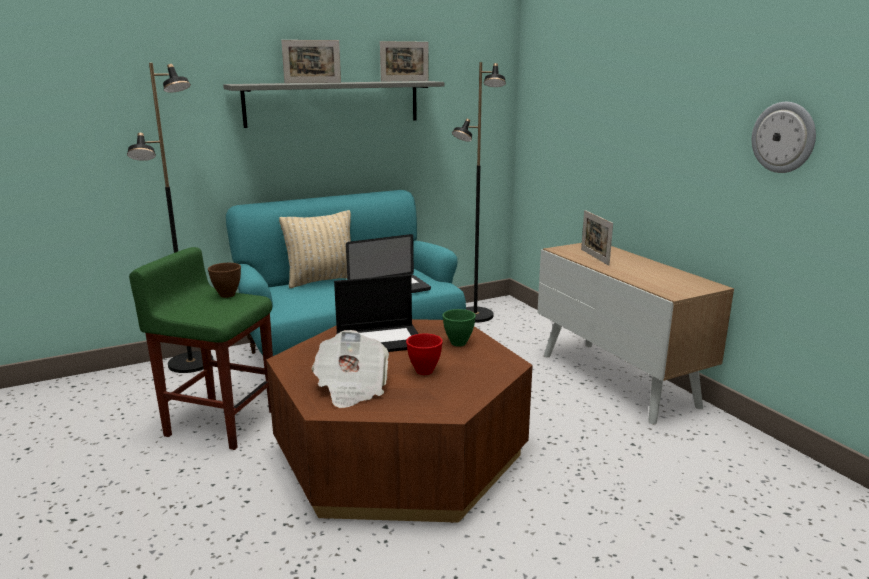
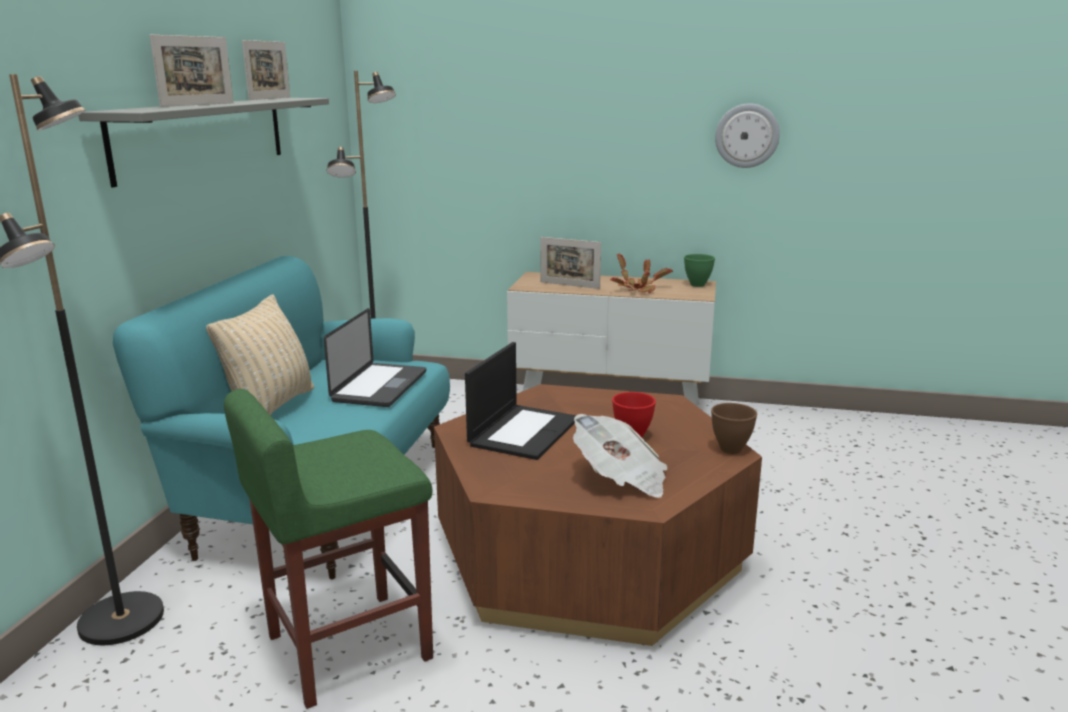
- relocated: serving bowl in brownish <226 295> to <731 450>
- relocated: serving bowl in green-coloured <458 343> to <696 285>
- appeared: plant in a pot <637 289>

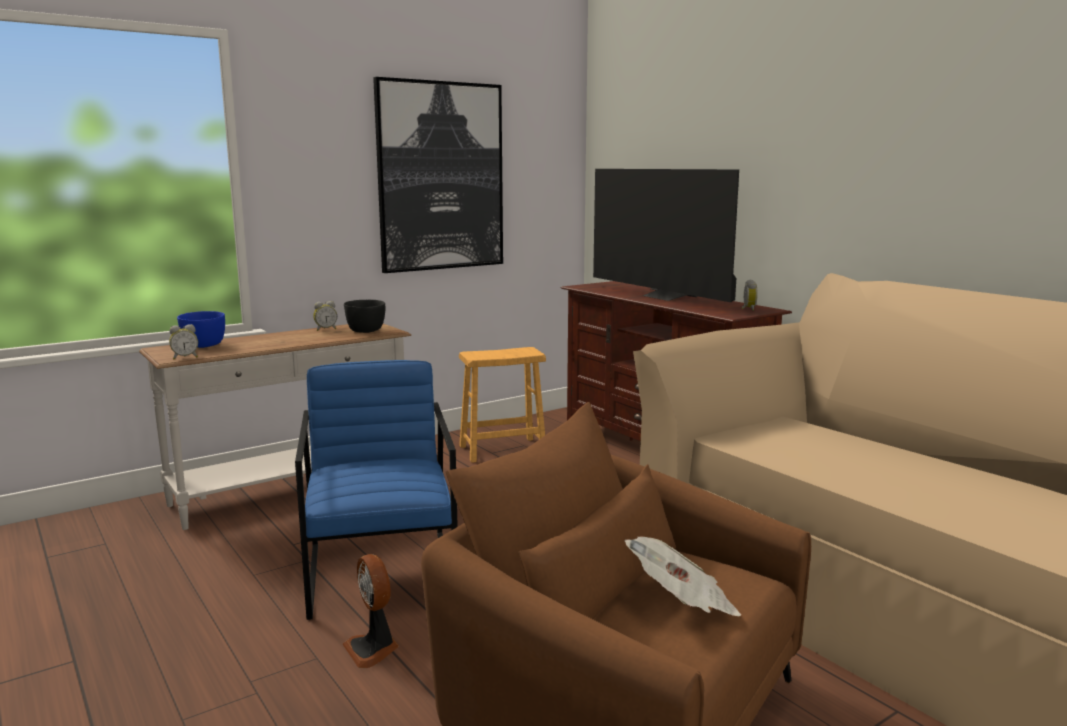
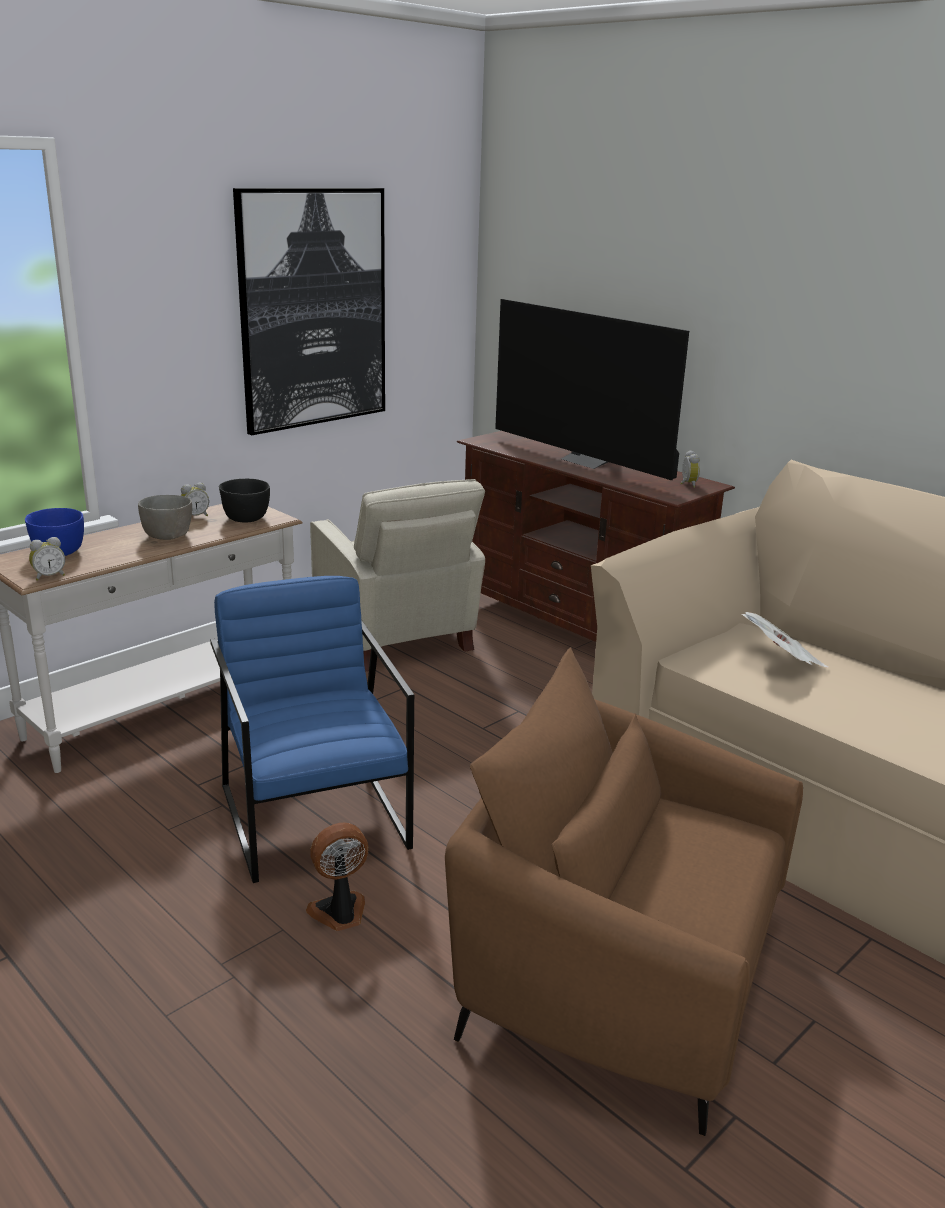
- exchanged: stool seat in brownish <502 450> to armchair in beige-coloured <396 638>
- relocated: printed paper <682 604> to <781 661>
- spun: cooling fan <373 649> = <340 913> 105 degrees clockwise
- appeared: serving bowl in greyish <168 536>

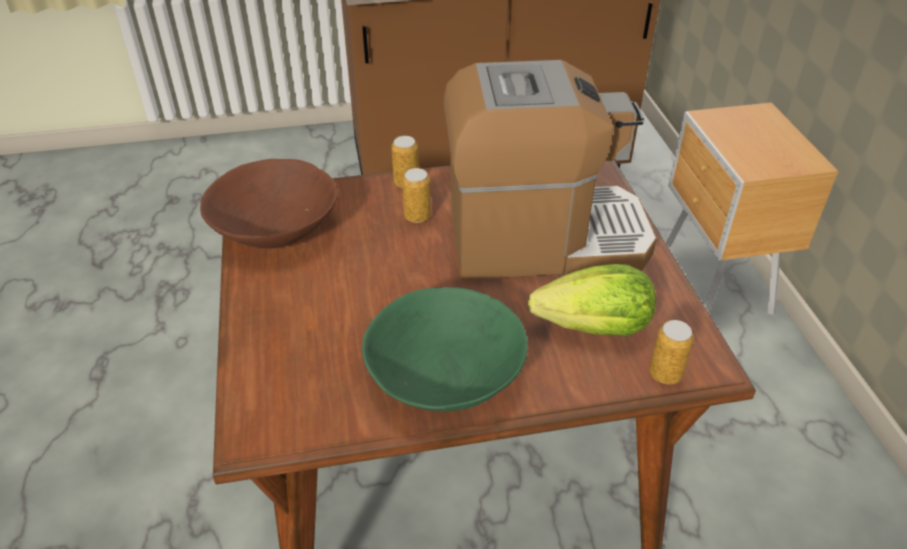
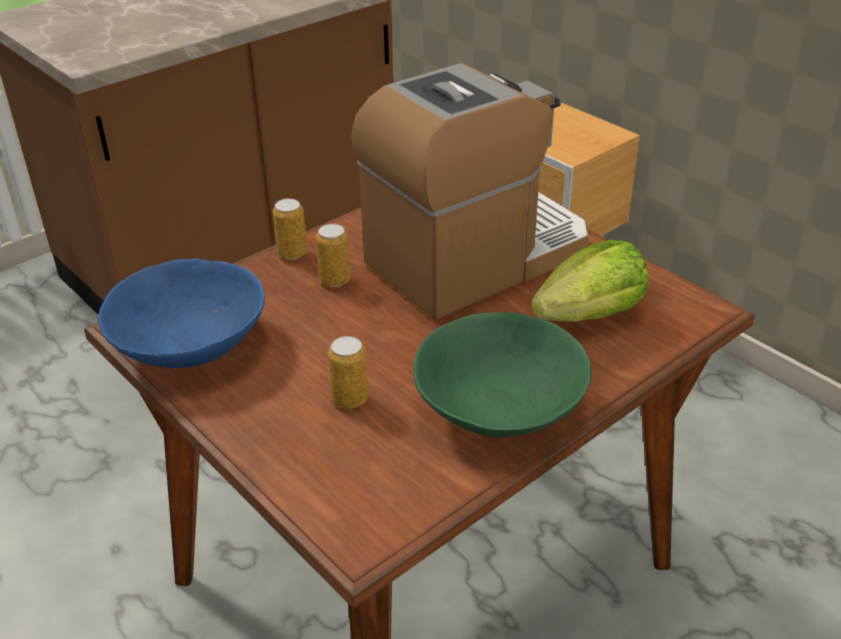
- colour: serving bowl in brownish <276 229> to serving bowl in bluish <190 344>
- relocated: metal can <665 374> to <350 399>

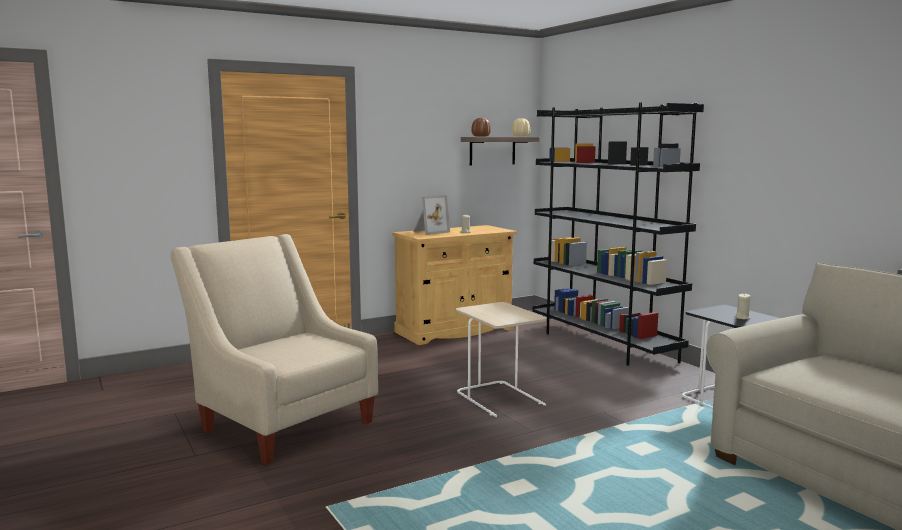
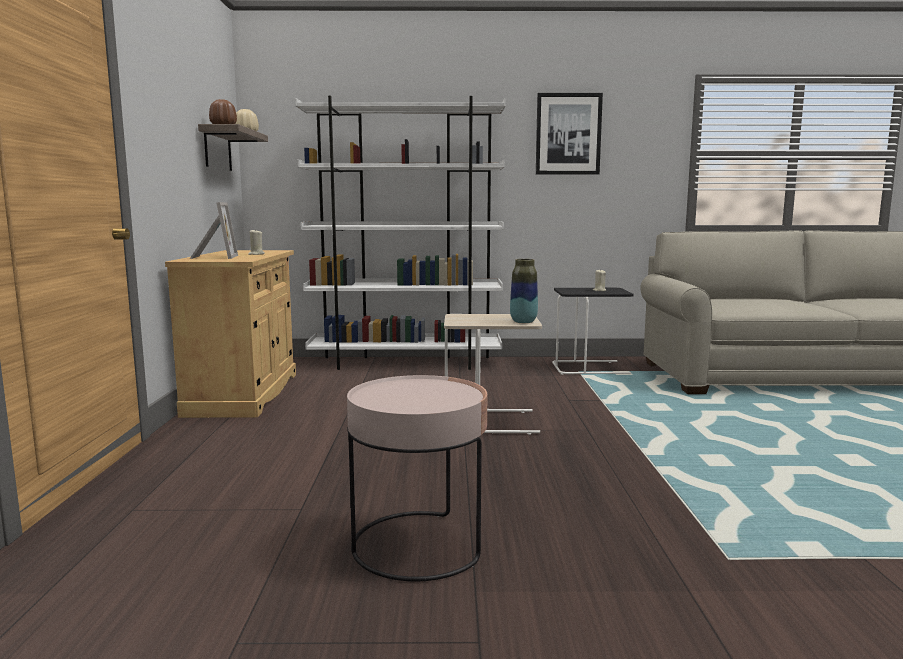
- colour: shelving unit in black-coloured <603 345> to shelving unit in white <406 363>
- exchanged: armchair in beige-coloured <281 422> to side table in pink-coloured <418 545>
- appeared: wall picture <568 134>
- appeared: vase <523 322>

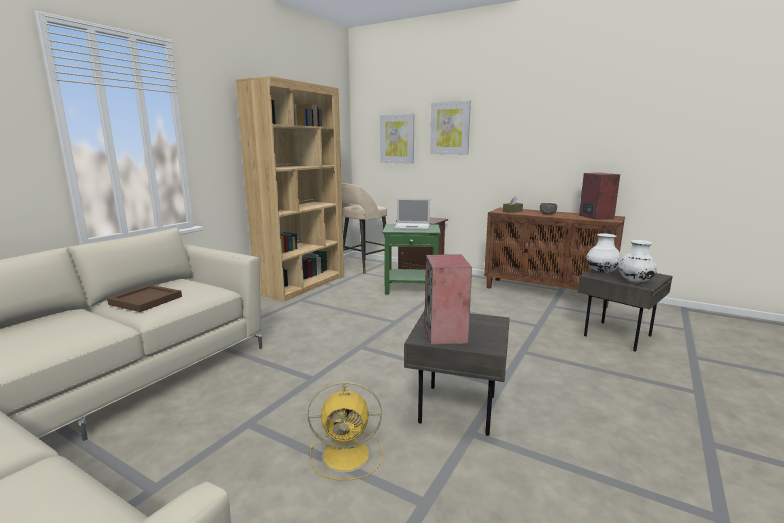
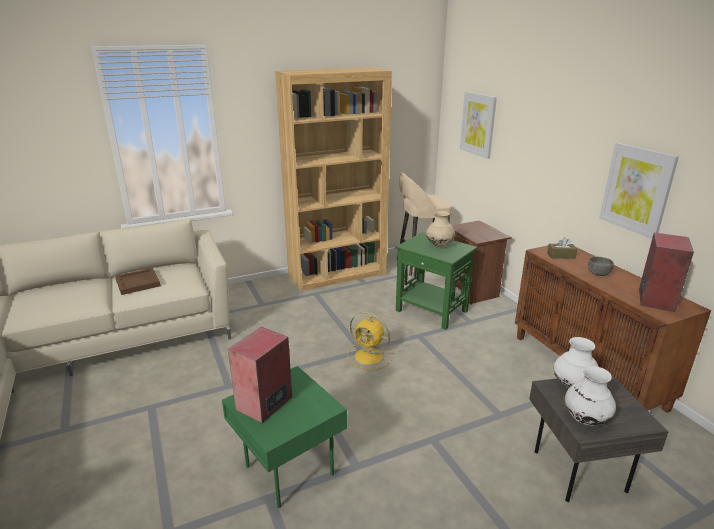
- relocated: wall picture <450 128> to <637 189>
- exchanged: laptop <413 227> to vase in beige-coloured <439 245>
- colour: side table in greyish <455 410> to side table in green-coloured <286 470>
- relocated: cooling fan in yellow-coloured <348 454> to <370 357>

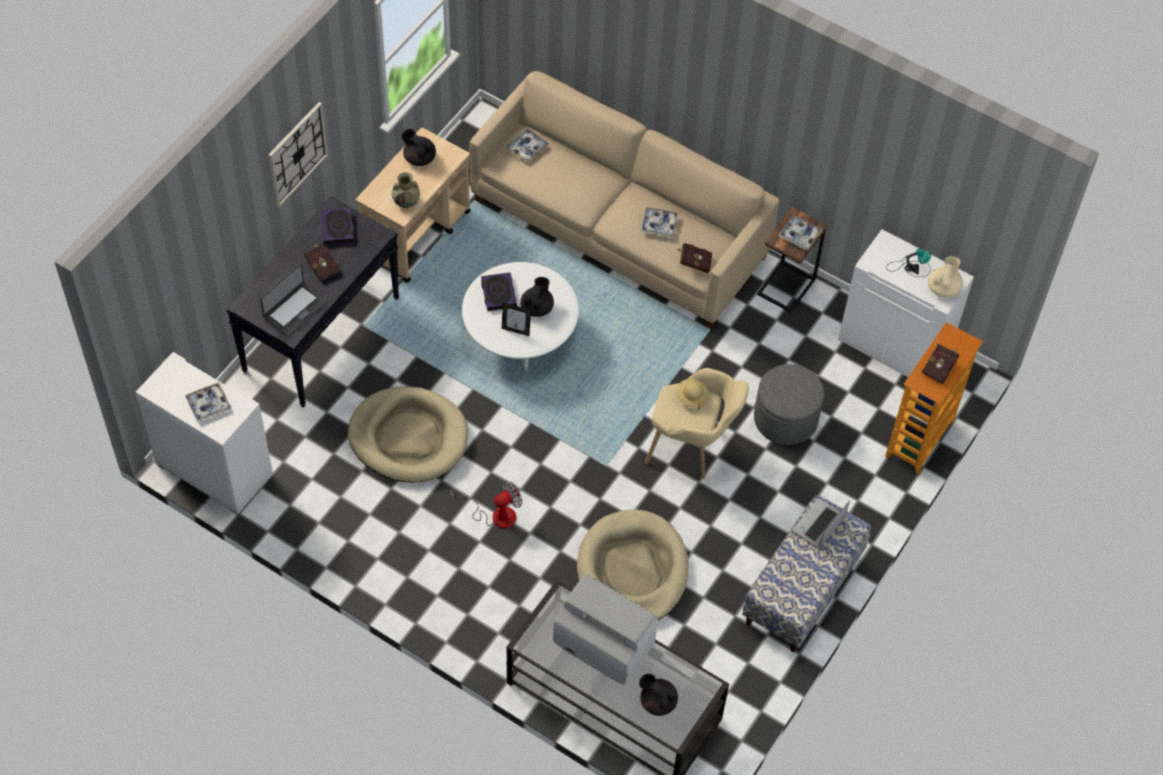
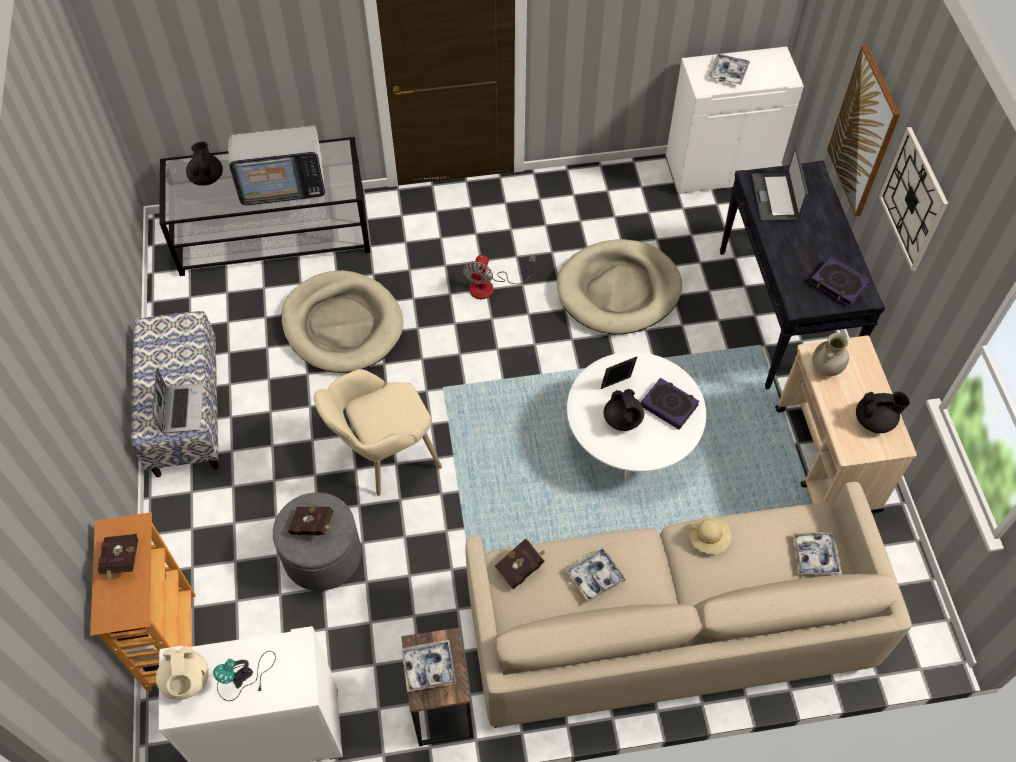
- relocated: bound book in reddish <322 266> to <314 527>
- relocated: wearable hat in beige-coloured <691 397> to <709 539>
- spun: teapot in black-coloured <657 702> = <207 177> 90 degrees counterclockwise
- appeared: wall picture <863 133>

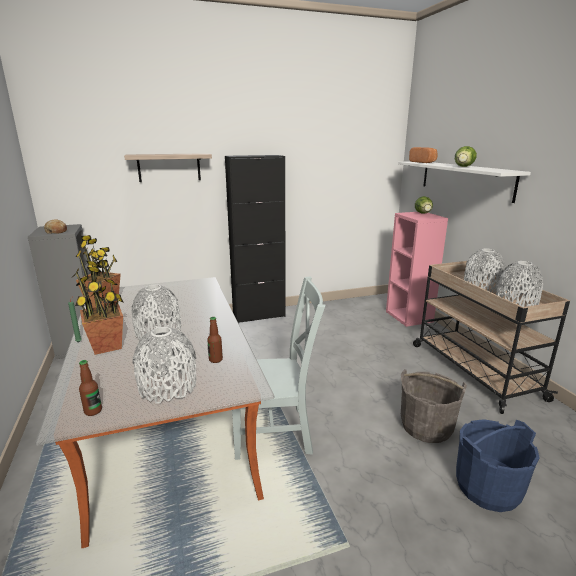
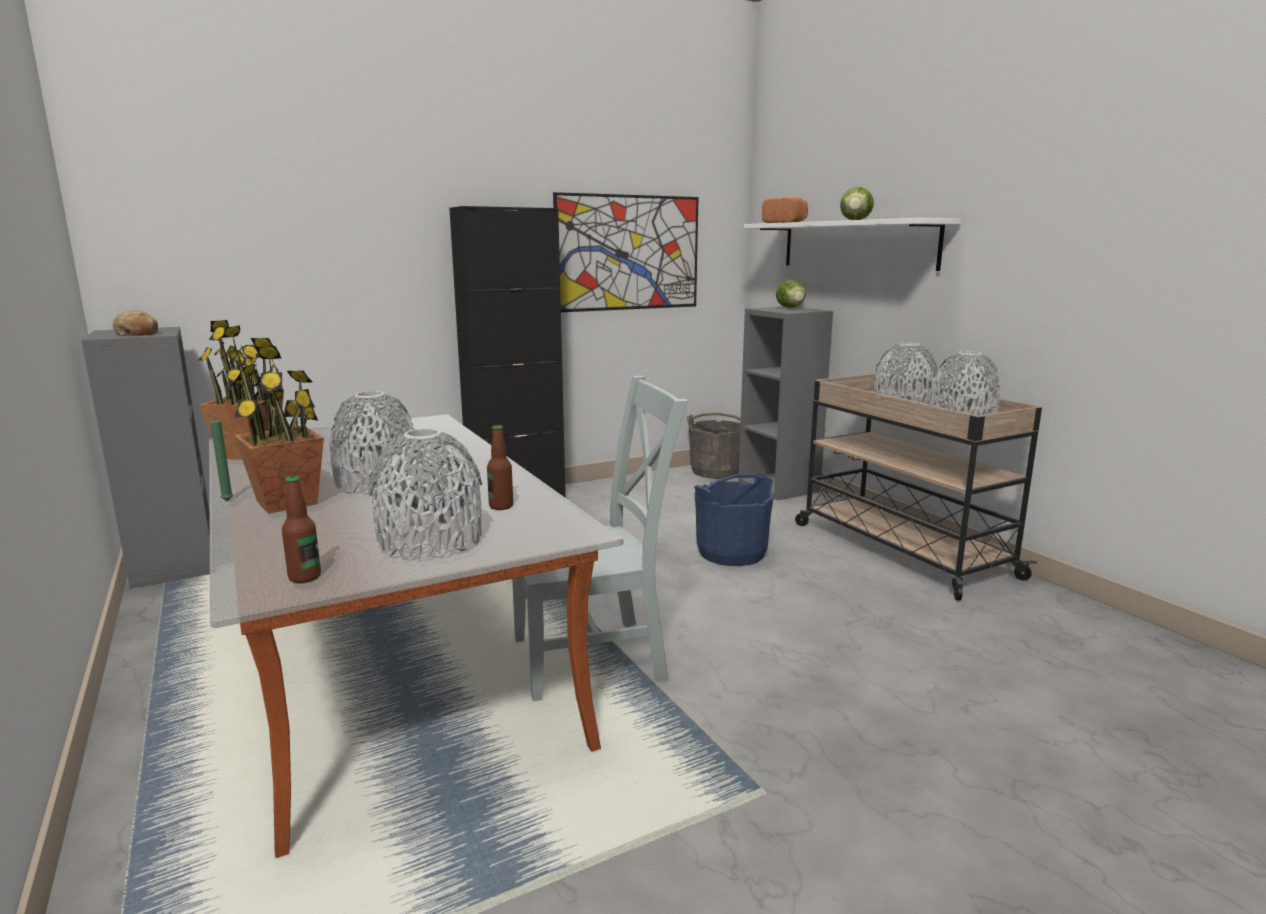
- missing: bracket shelf <169 167>
- colour: shelving unit in pink-coloured <409 317> to shelving unit in greyish <779 487>
- relocated: water bucket in greyish <426 426> to <716 471>
- relocated: water bucket in bluish <487 487> to <731 553>
- appeared: wall picture <628 253>

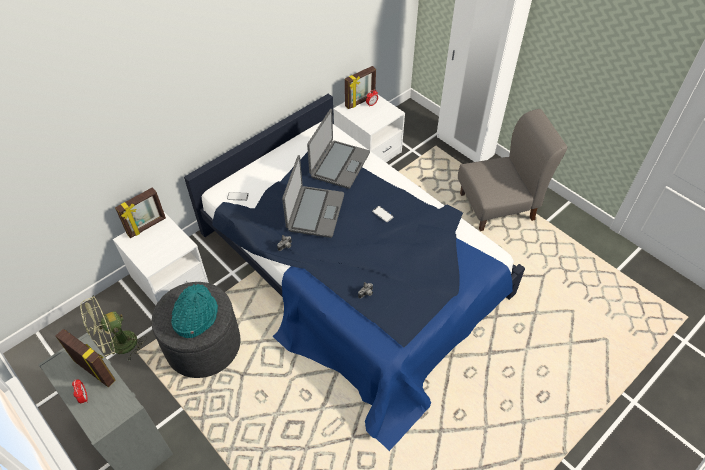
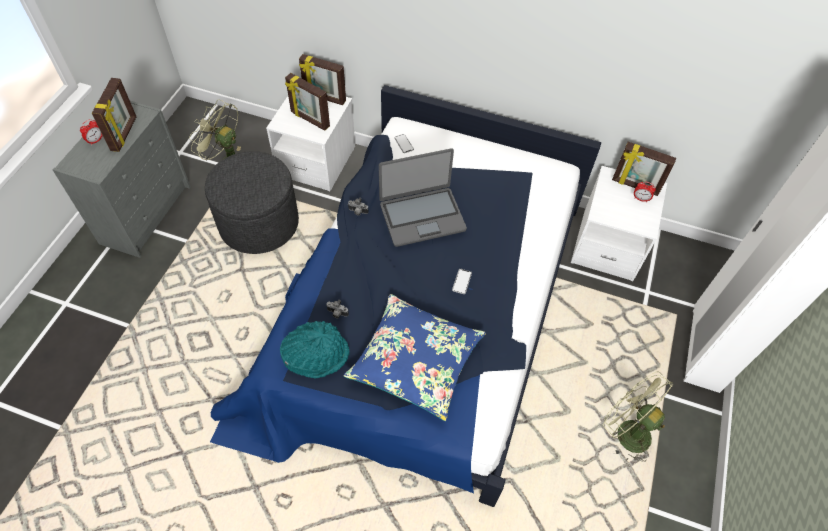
- missing: laptop <339 164>
- exchanged: chair in greyish <497 207> to cooling fan in green-coloured <626 431>
- relocated: wearable hat in turquoise <195 317> to <316 354>
- appeared: photo frame <309 120>
- appeared: pillow in bluish <415 361>

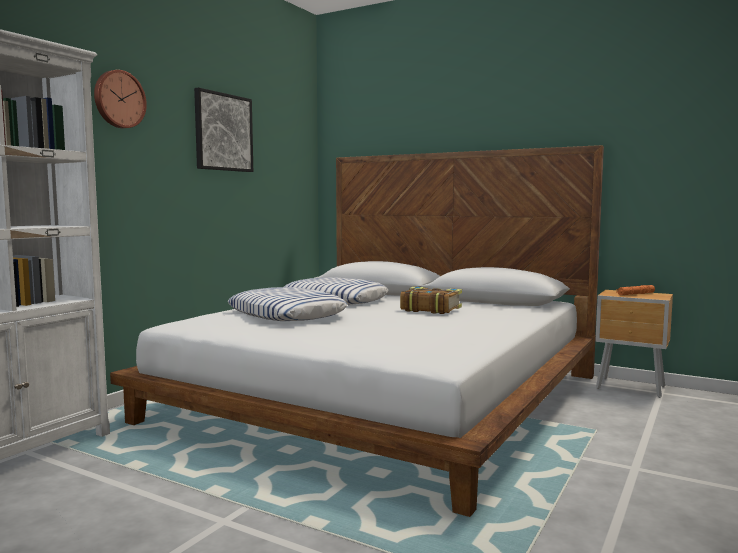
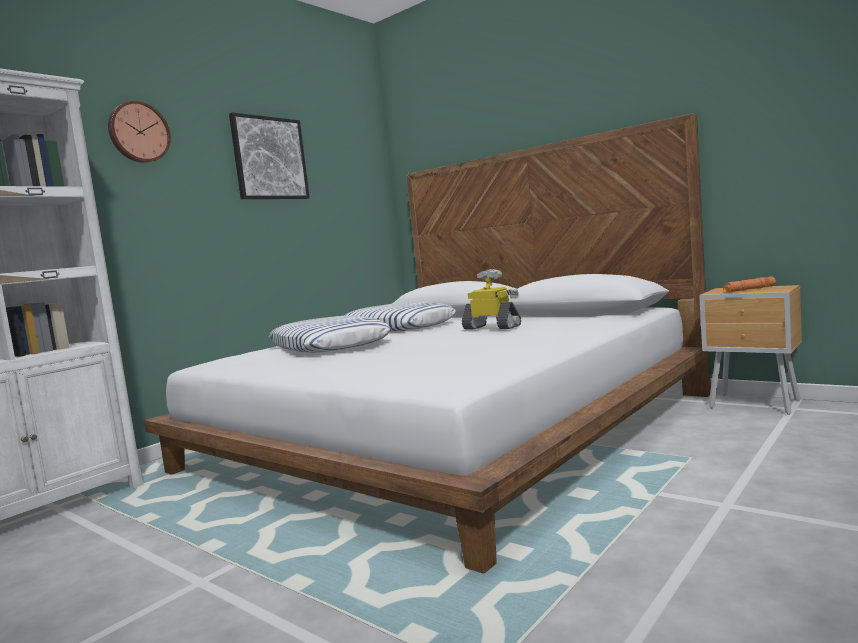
- exchanged: bound book <430 309> to model robot <493 327>

